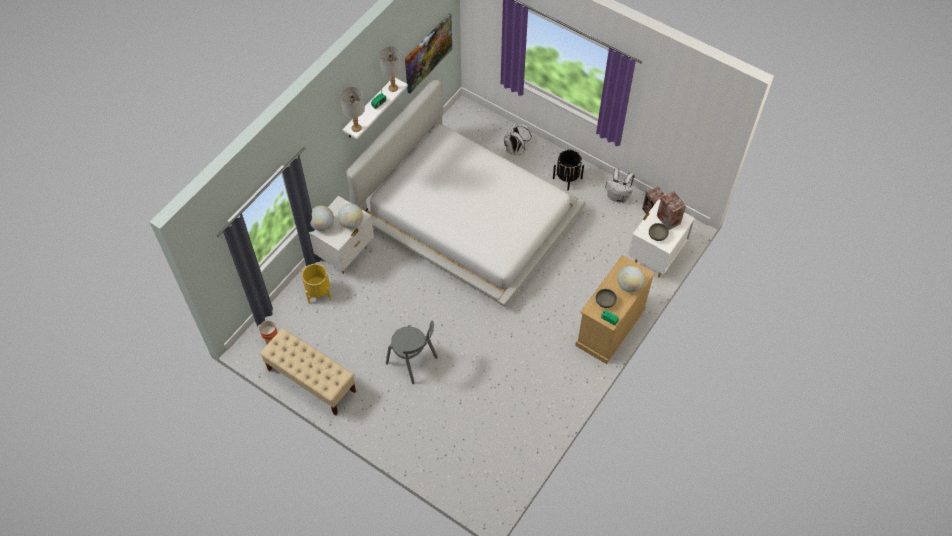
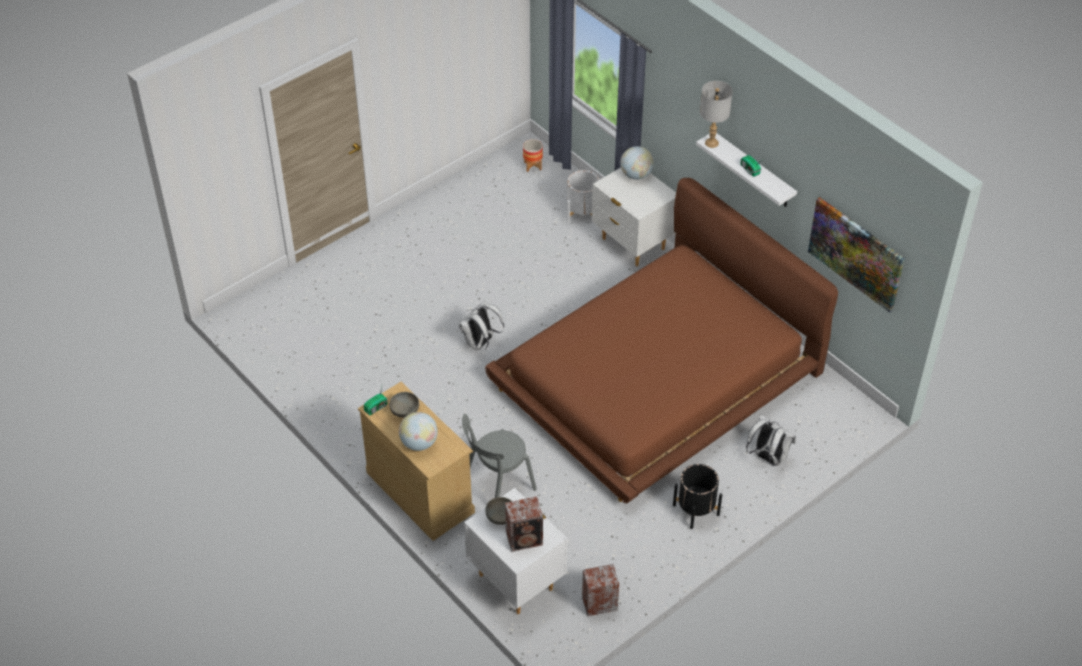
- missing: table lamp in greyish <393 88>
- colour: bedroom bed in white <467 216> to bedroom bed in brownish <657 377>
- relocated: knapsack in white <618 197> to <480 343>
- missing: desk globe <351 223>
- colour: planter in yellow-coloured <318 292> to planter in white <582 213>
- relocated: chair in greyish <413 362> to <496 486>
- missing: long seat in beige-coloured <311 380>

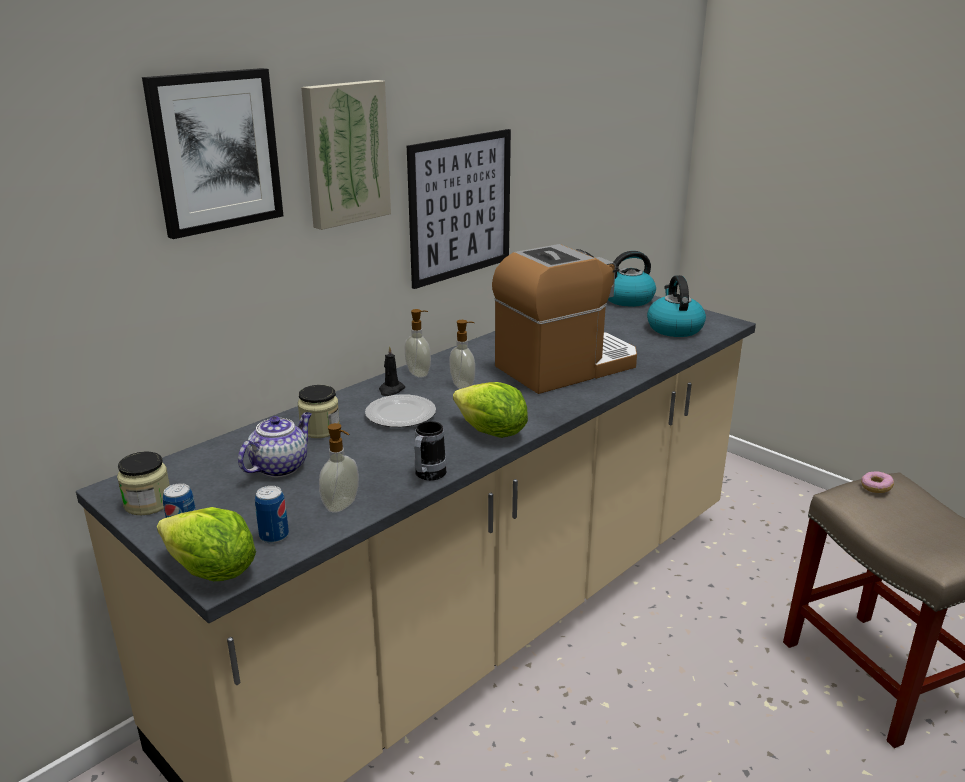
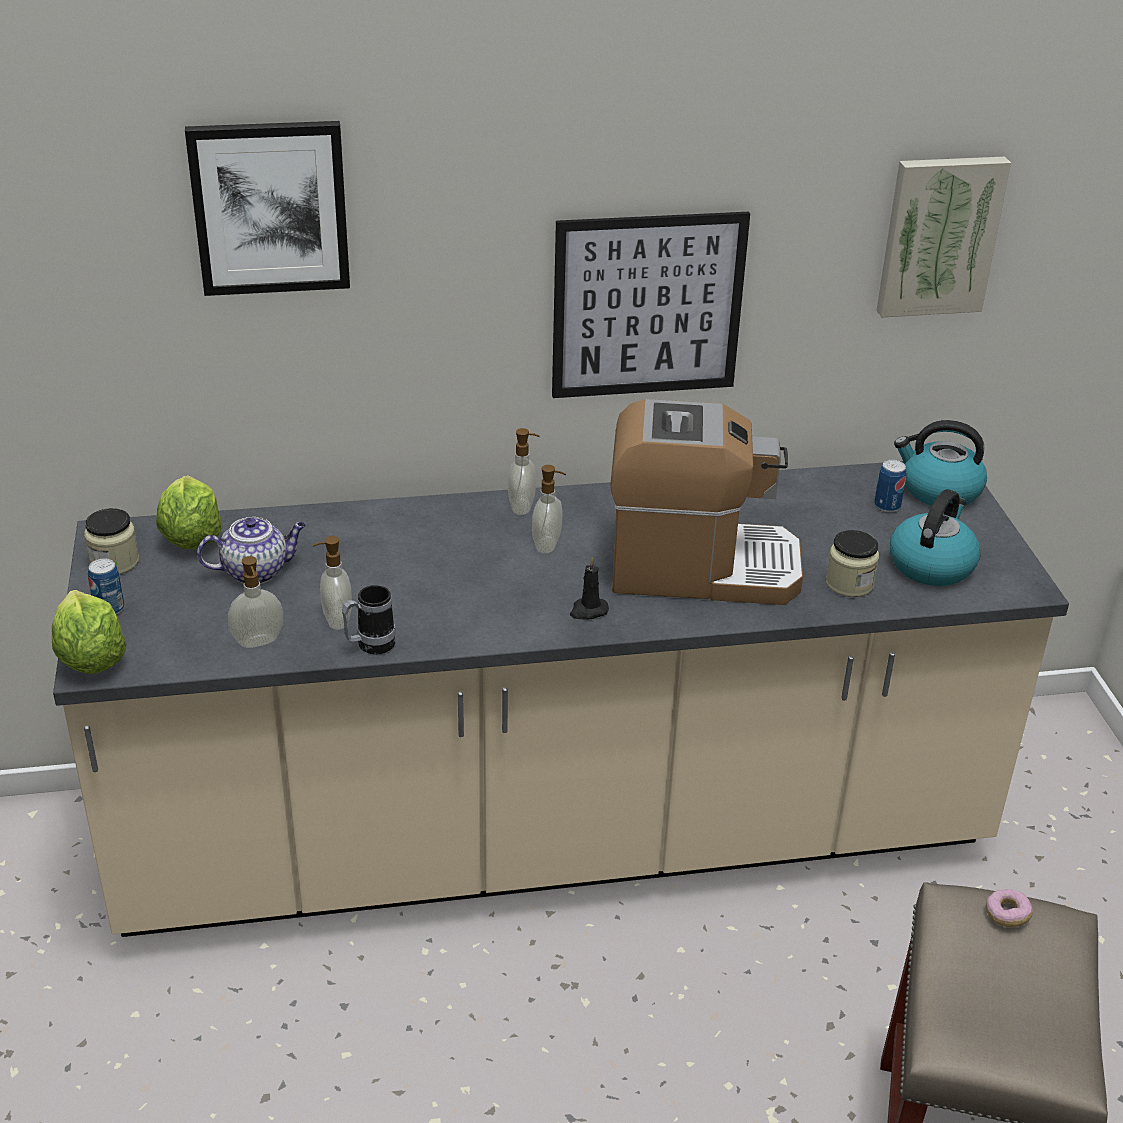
- relocated: wall picture <344 153> to <939 235>
- relocated: wax light in black-coloured <391 390> to <588 611>
- relocated: lettuce head <491 433> to <191 537>
- relocated: storage jar <320 429> to <849 583>
- missing: dinner plate <400 415>
- relocated: metal can <274 536> to <887 506>
- appeared: soap dispenser <336 620>

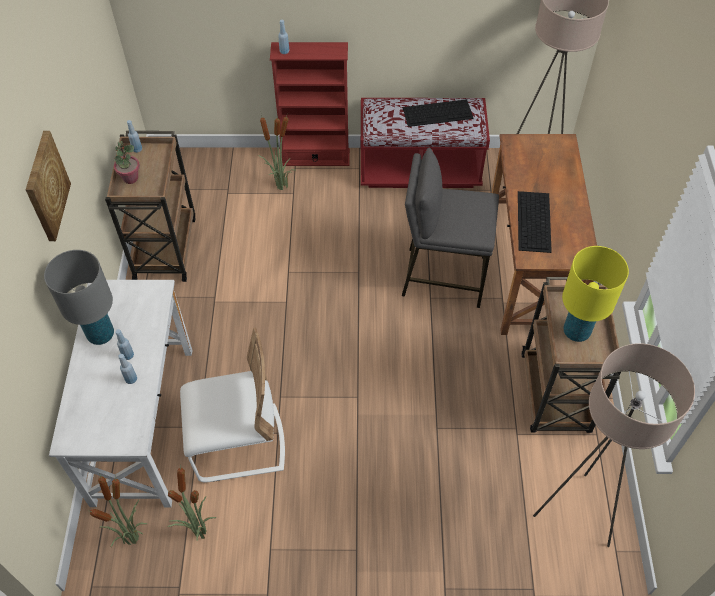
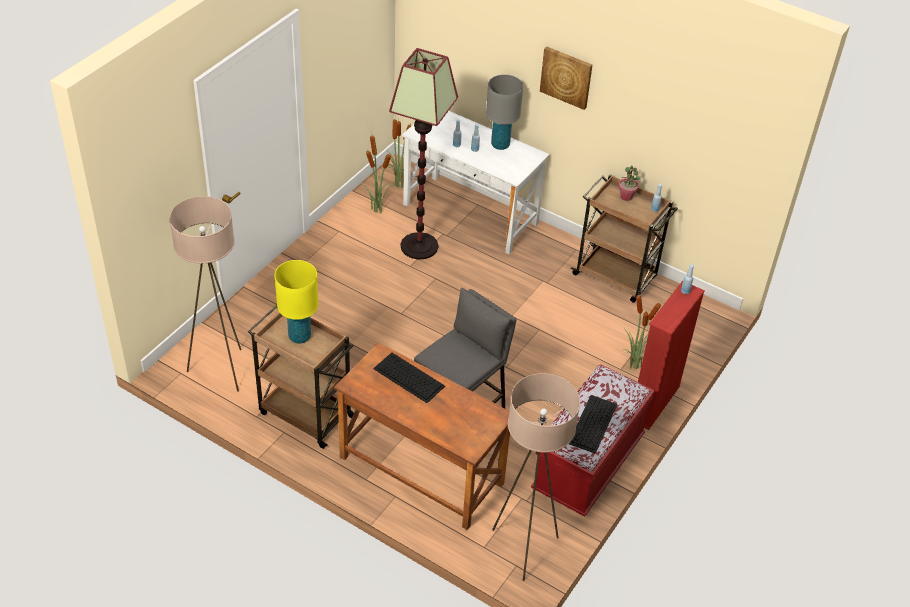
- exchanged: chair in white <238 443> to standard lamp <418 246>

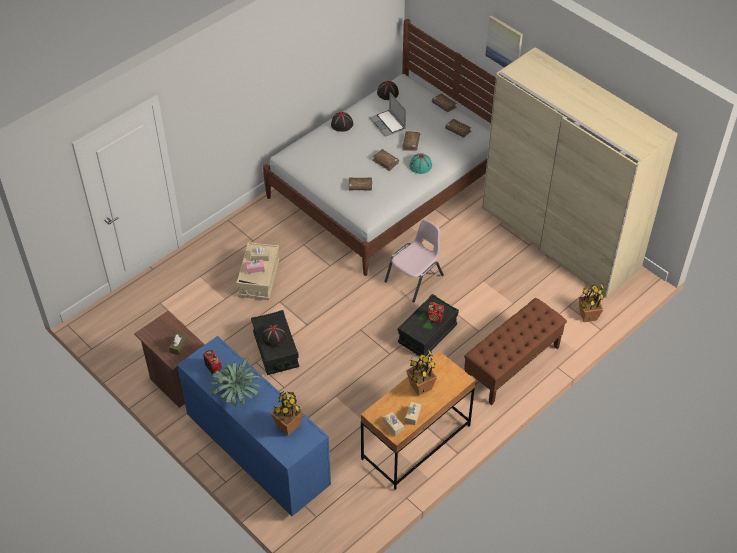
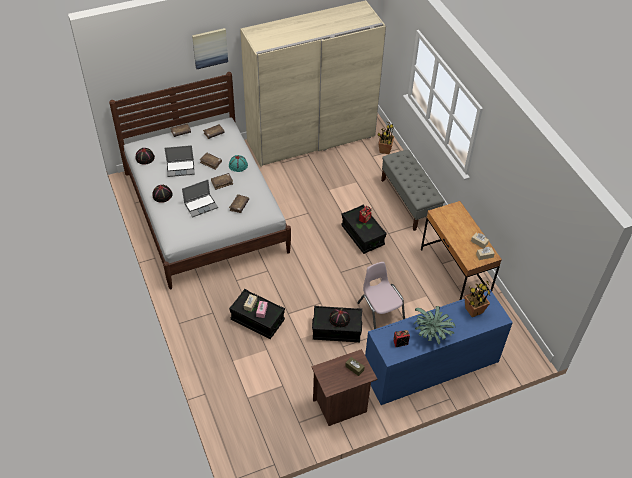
- relocated: chair in pink-coloured <415 279> to <380 312>
- colour: storage box in beige-coloured <259 279> to storage box in black-coloured <257 320>
- colour: long seat in brownish <511 365> to long seat in greyish <409 201>
- missing: plant in a pot <420 387>
- appeared: laptop <201 205>

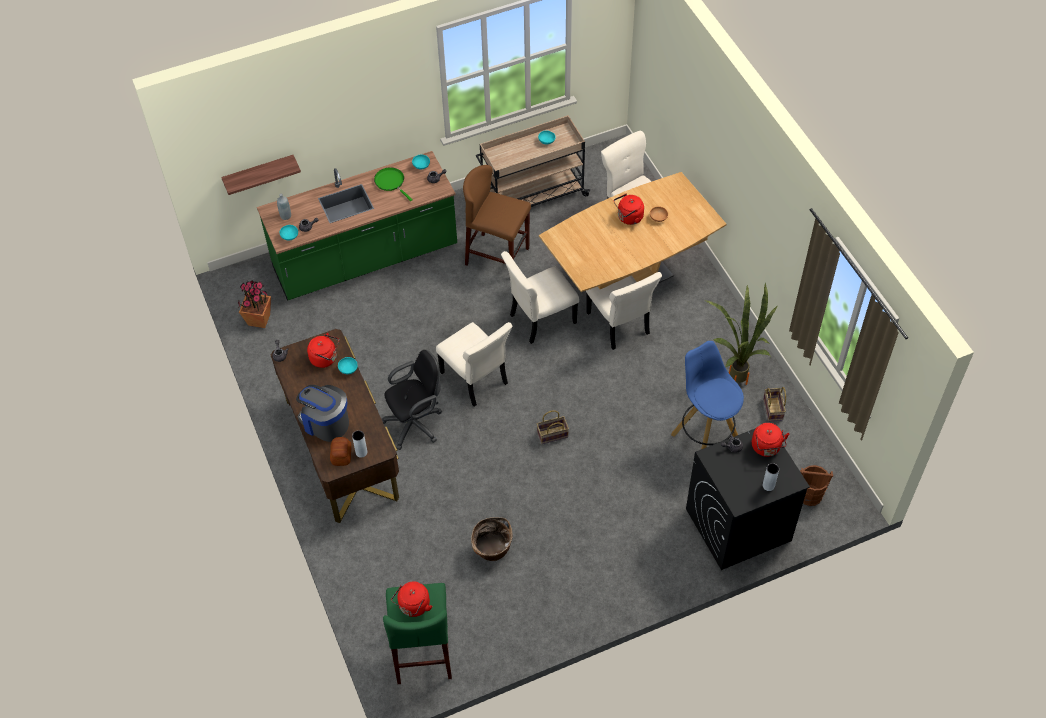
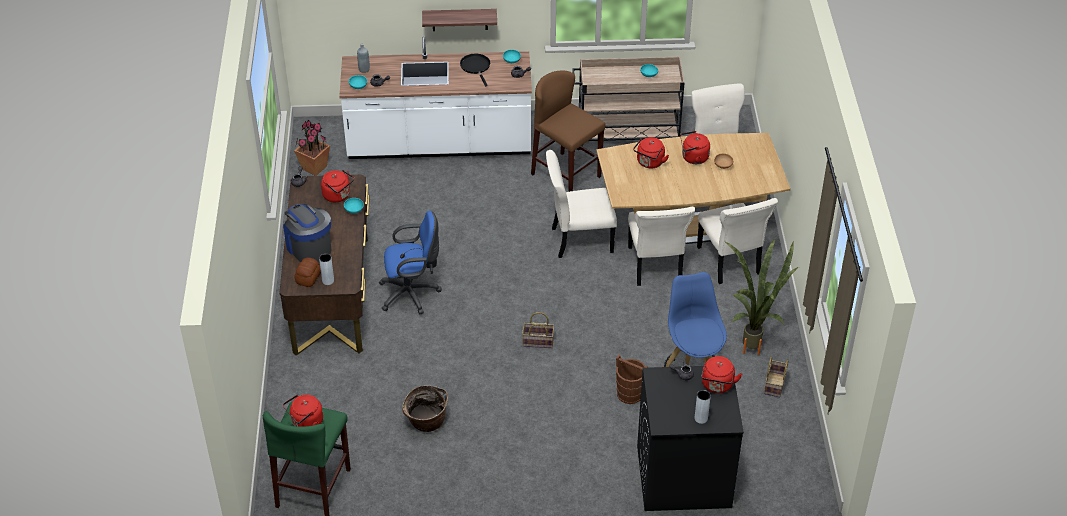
- colour: kitchen base unit in green-coloured <366 259> to kitchen base unit in white <439 144>
- relocated: bracket shelf <259 174> to <459 19>
- colour: pan in green-coloured <391 182> to pan in black-coloured <476 67>
- relocated: chair in beige-coloured <475 380> to <729 262>
- colour: office chair in black-coloured <416 423> to office chair in bluish <412 294>
- relocated: water bucket in brownish <810 495> to <630 394>
- appeared: water kettle in reddish <649 163>

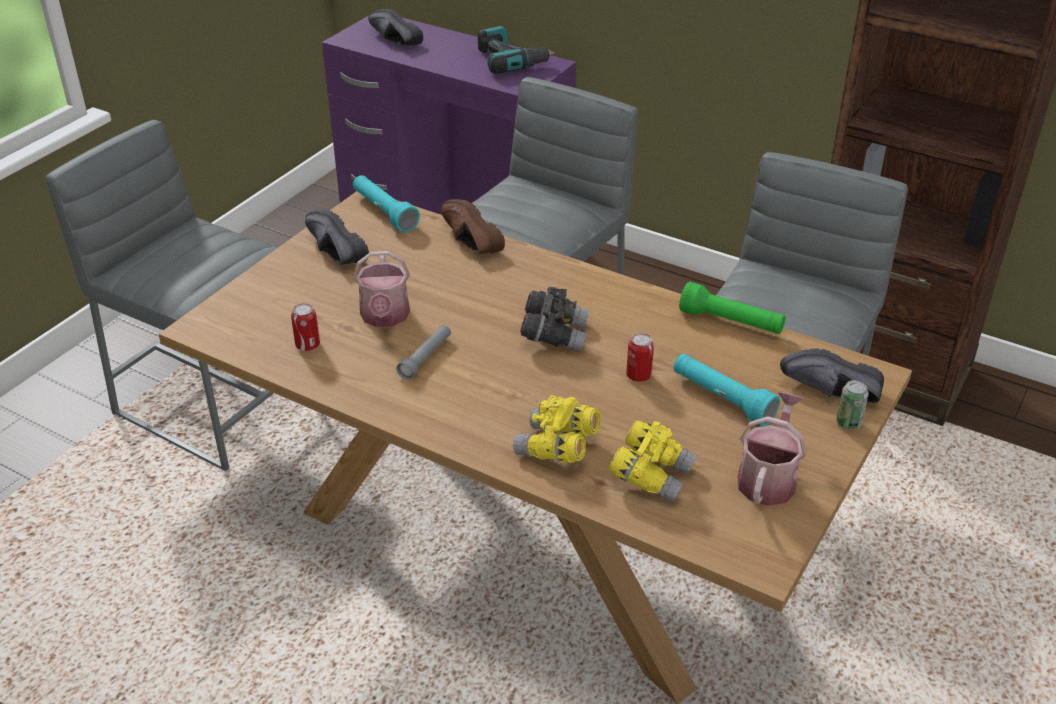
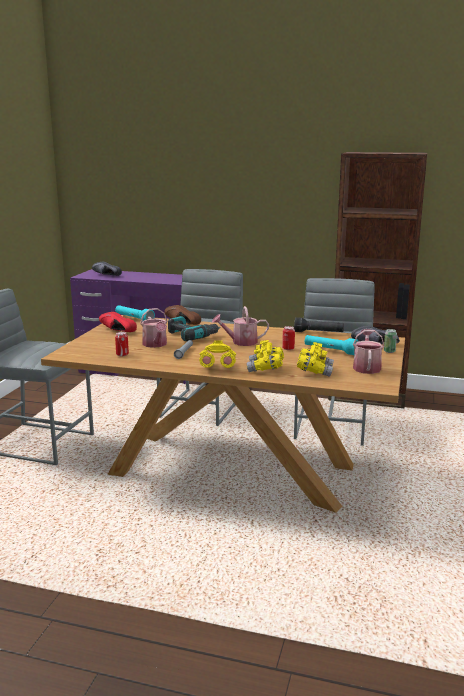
- relocated: drill <511 61> to <192 335>
- colour: low shoe in black-coloured <331 253> to low shoe in reddish <115 331>
- colour: flashlight in green-coloured <731 322> to flashlight in black-coloured <318 333>
- exchanged: binoculars in greyish <554 334> to watering can <241 342>
- appeared: binoculars in yellow-coloured <217 368>

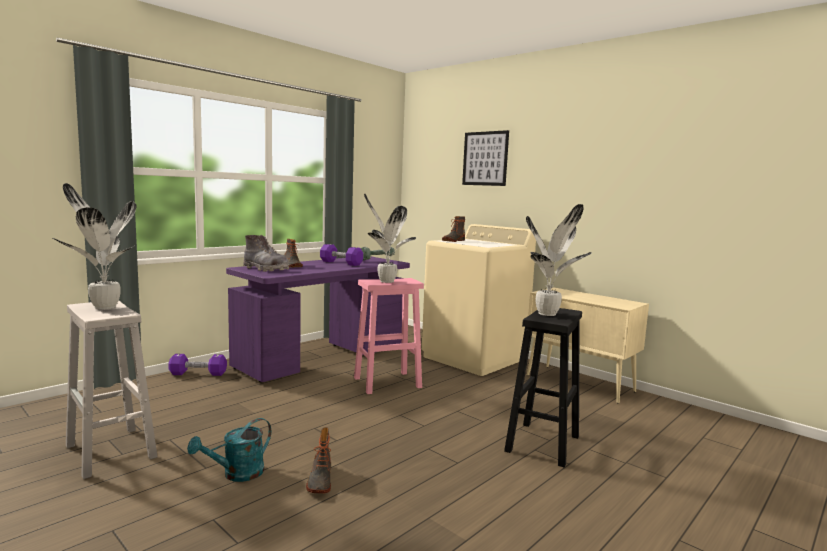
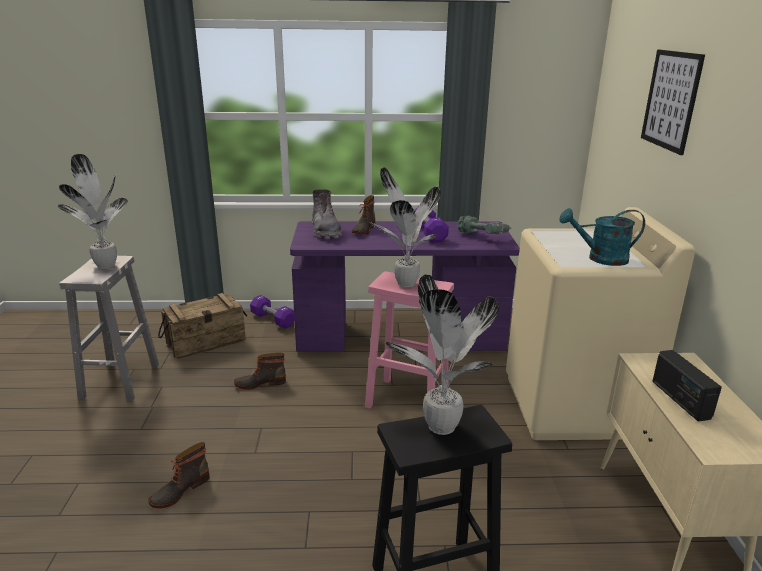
- relocated: boot <453 241> to <260 383>
- relocated: watering can in turquoise <237 474> to <600 259>
- appeared: shipping crate <206 342>
- appeared: radio set <680 400>

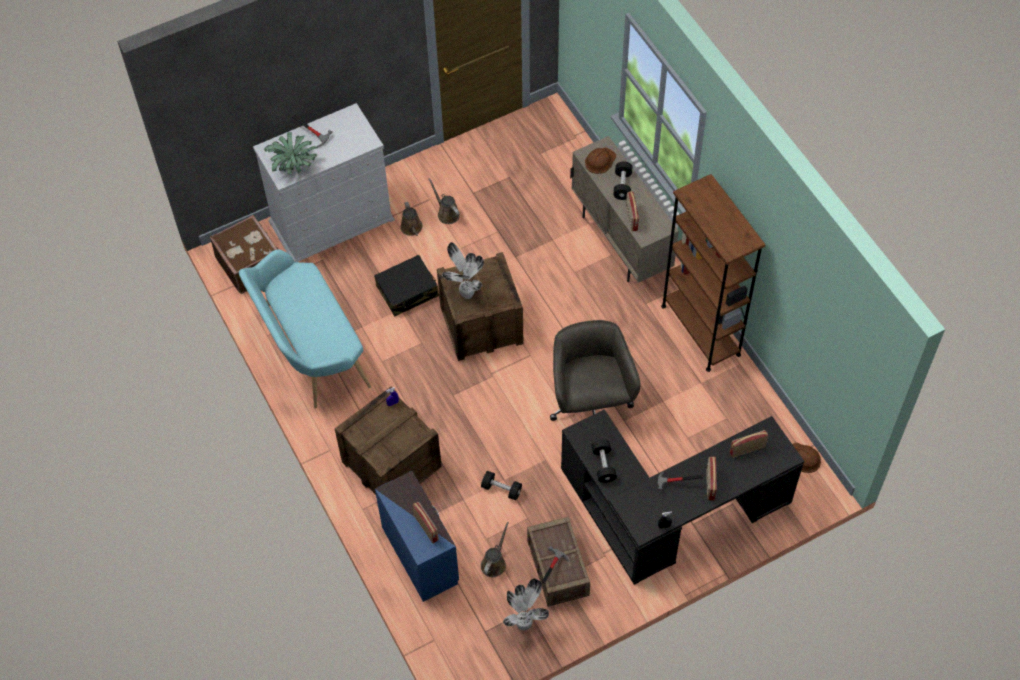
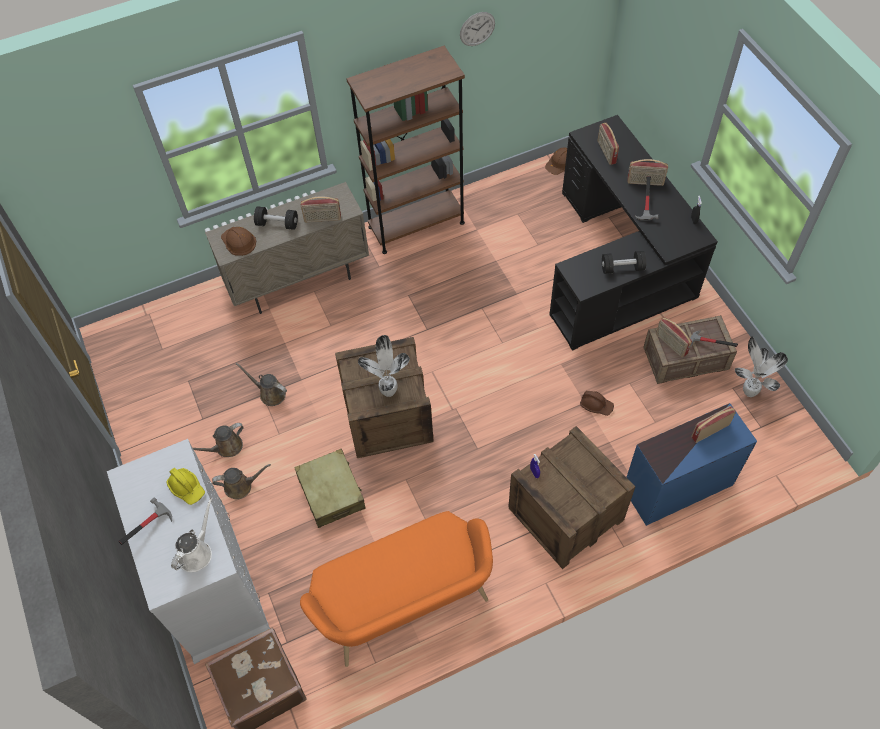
- exchanged: plant in a pot <293 165> to watering can in white <197 552>
- colour: long seat in turquoise <310 352> to long seat in orange-coloured <405 607>
- colour: piece of luggage in black-coloured <407 291> to piece of luggage in beige-coloured <331 493>
- missing: office chair in greyish <590 405>
- exchanged: hand weight in black-coloured <501 489> to hard hat in brownish <596 405>
- relocated: watering can in brownish <494 563> to <270 393>
- appeared: hanging clock <477 29>
- appeared: radio set <670 344>
- appeared: hard hat in yellow-coloured <187 488>

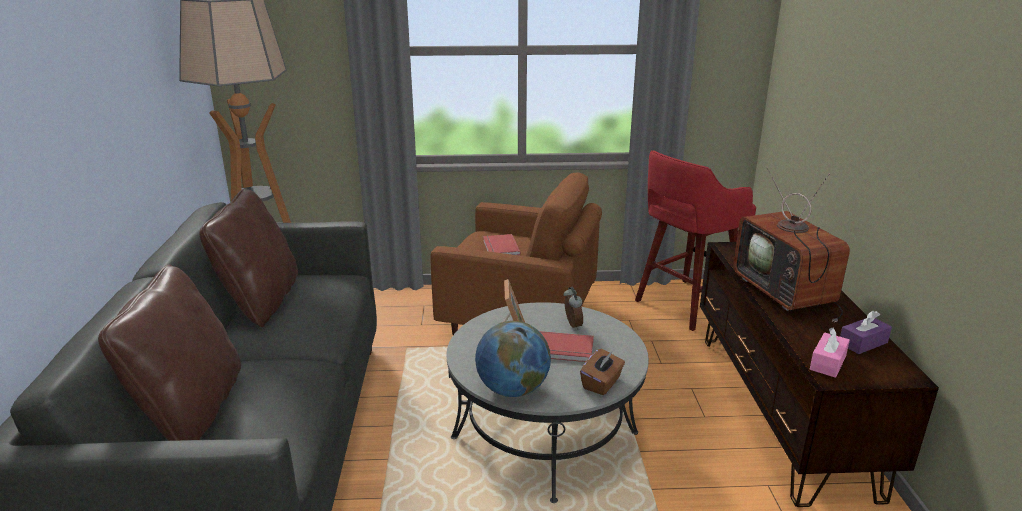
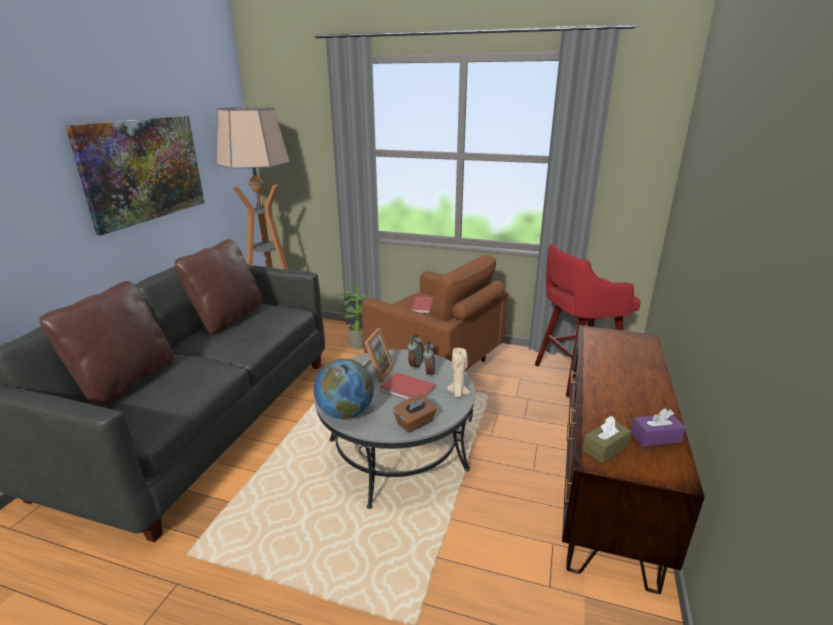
- missing: TV <787 292>
- colour: box of tissues in pink-coloured <827 363> to box of tissues in brownish <605 448>
- appeared: wall picture <144 170>
- appeared: plant in a pot <357 344>
- appeared: bedside clock <415 365>
- appeared: wax light in beige-coloured <458 393>

